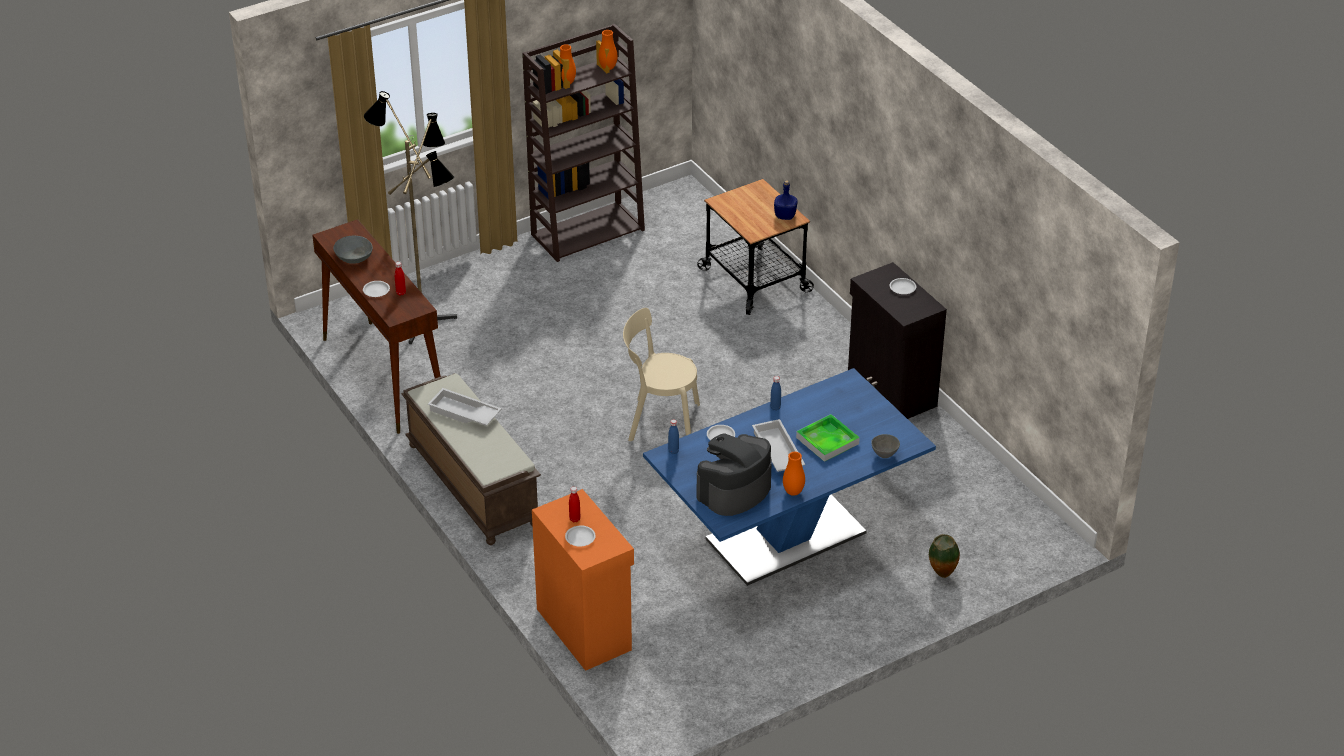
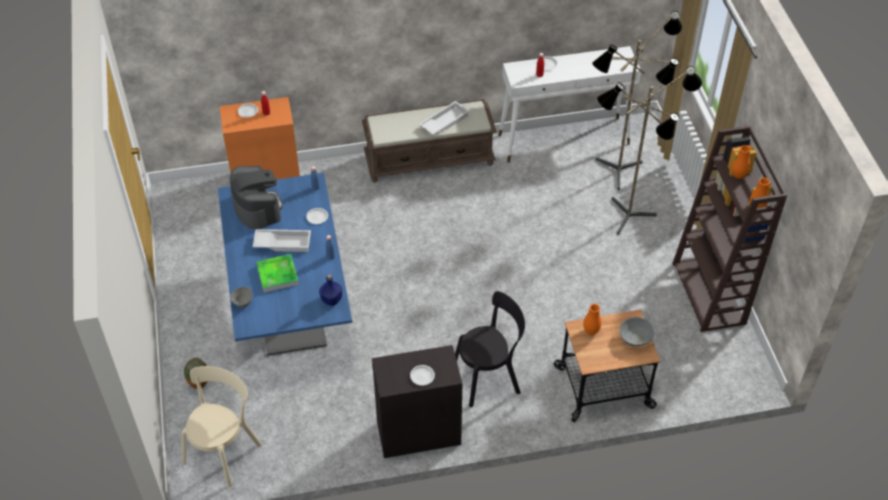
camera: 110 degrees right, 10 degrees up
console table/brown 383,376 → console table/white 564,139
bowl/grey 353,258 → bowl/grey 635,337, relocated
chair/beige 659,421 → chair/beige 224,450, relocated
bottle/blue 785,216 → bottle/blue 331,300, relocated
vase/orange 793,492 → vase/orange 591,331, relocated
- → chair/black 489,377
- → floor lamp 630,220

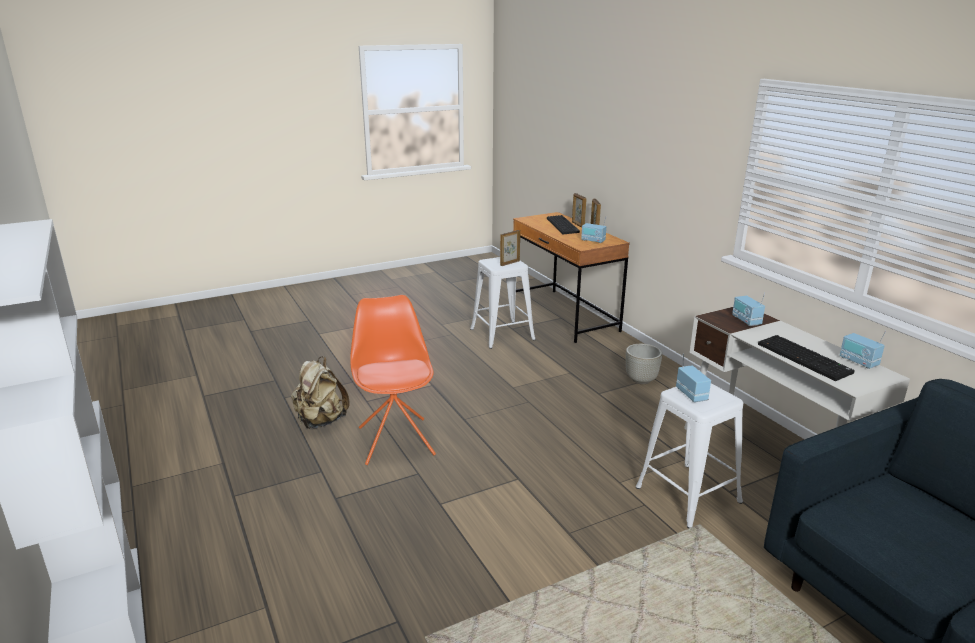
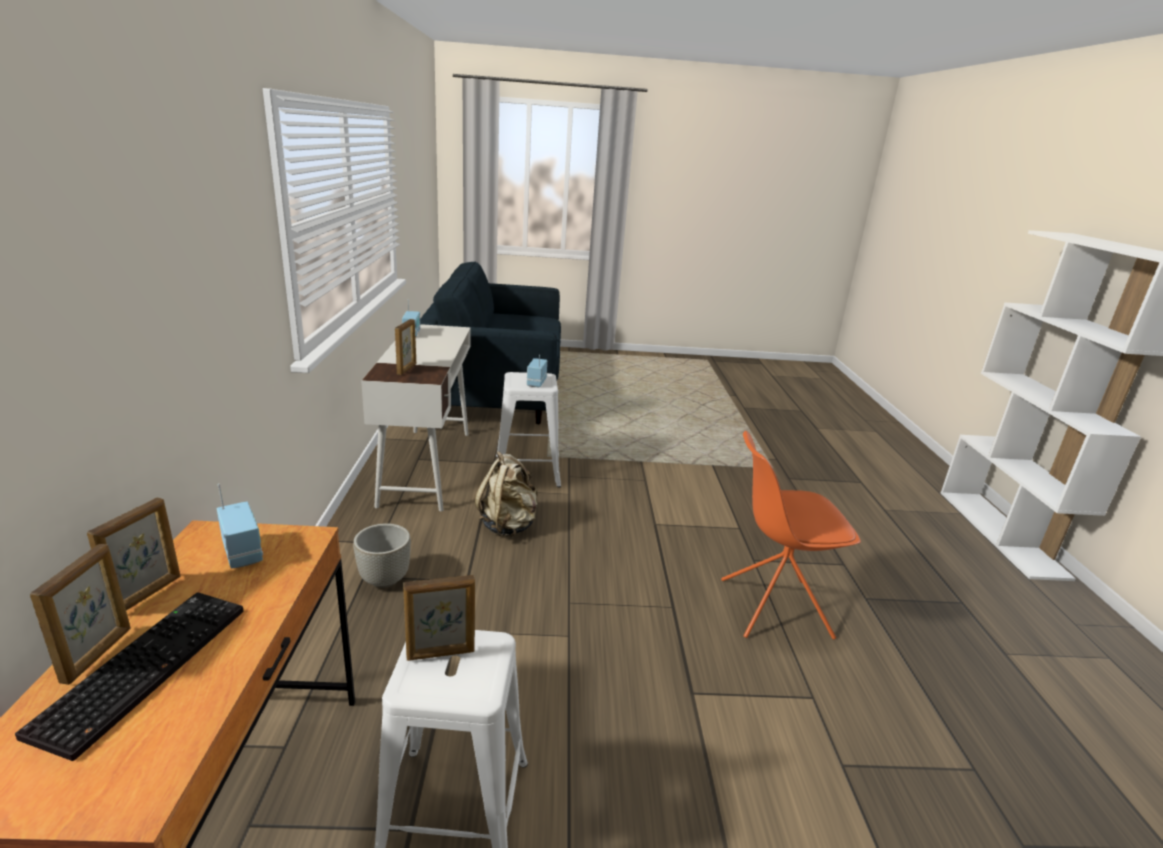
camera: 155 degrees left, 0 degrees up
backpack/beige 320,421 → backpack/beige 508,525, relocated
chair/orange 396,440 → chair/orange 772,608, 75 degrees clockwise
radio 746,320 → picture frame 407,369
keyboard 805,358 → -

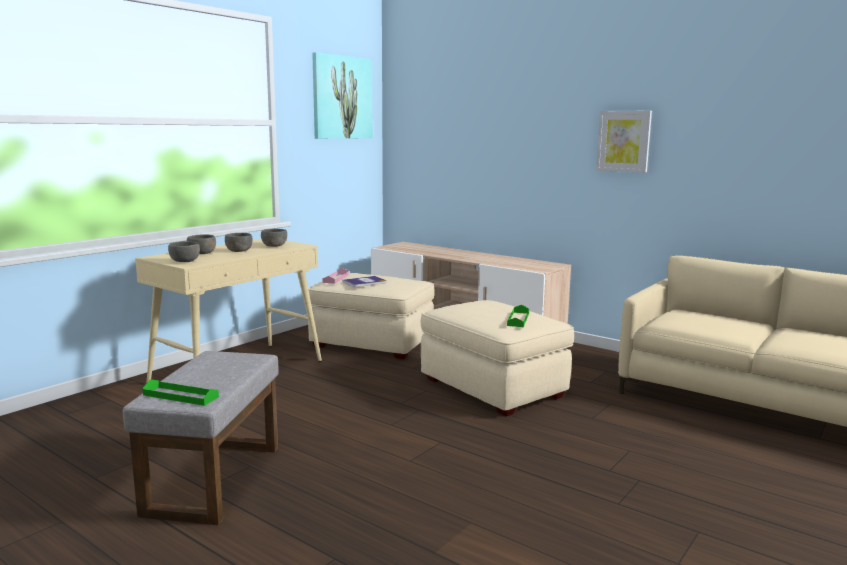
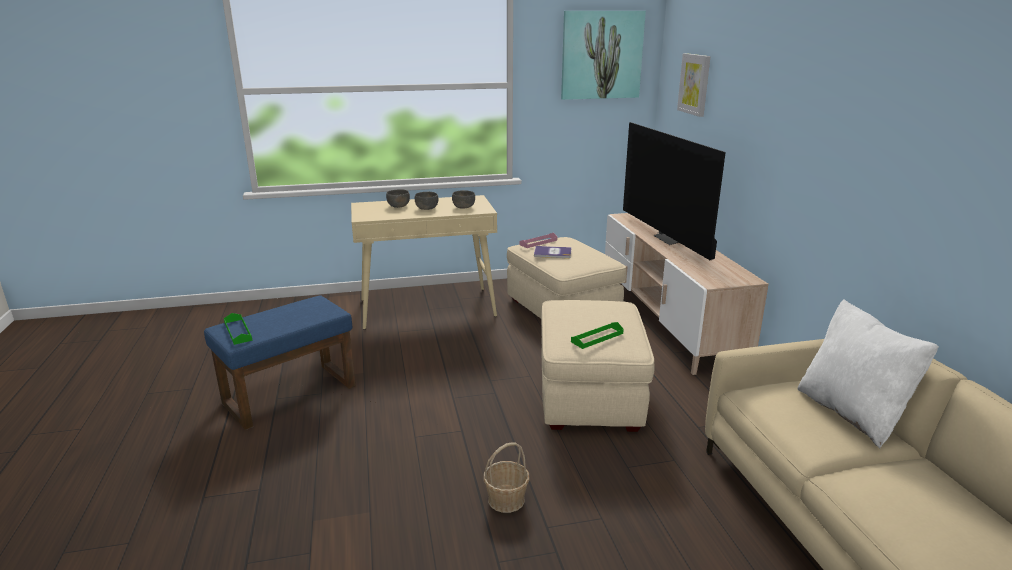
camera: 40 degrees right, 10 degrees up
ottoman/grey 214,478 → ottoman/blue 291,393
bowl/grey 185,261 → -
picture 623,141 → picture 694,84, relocated
- → basket 506,499
- → television 670,239
- → pillow/white 851,413

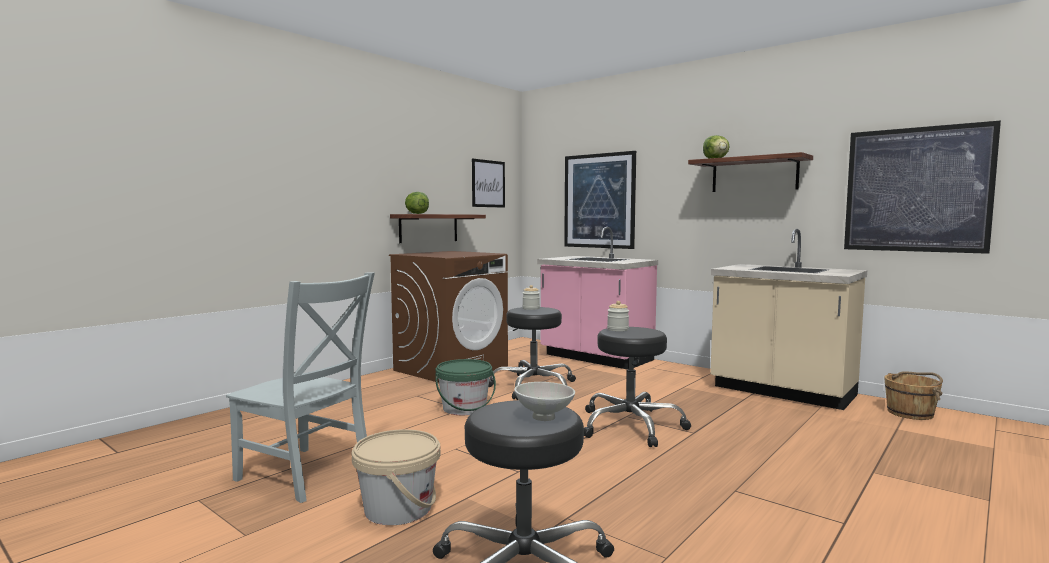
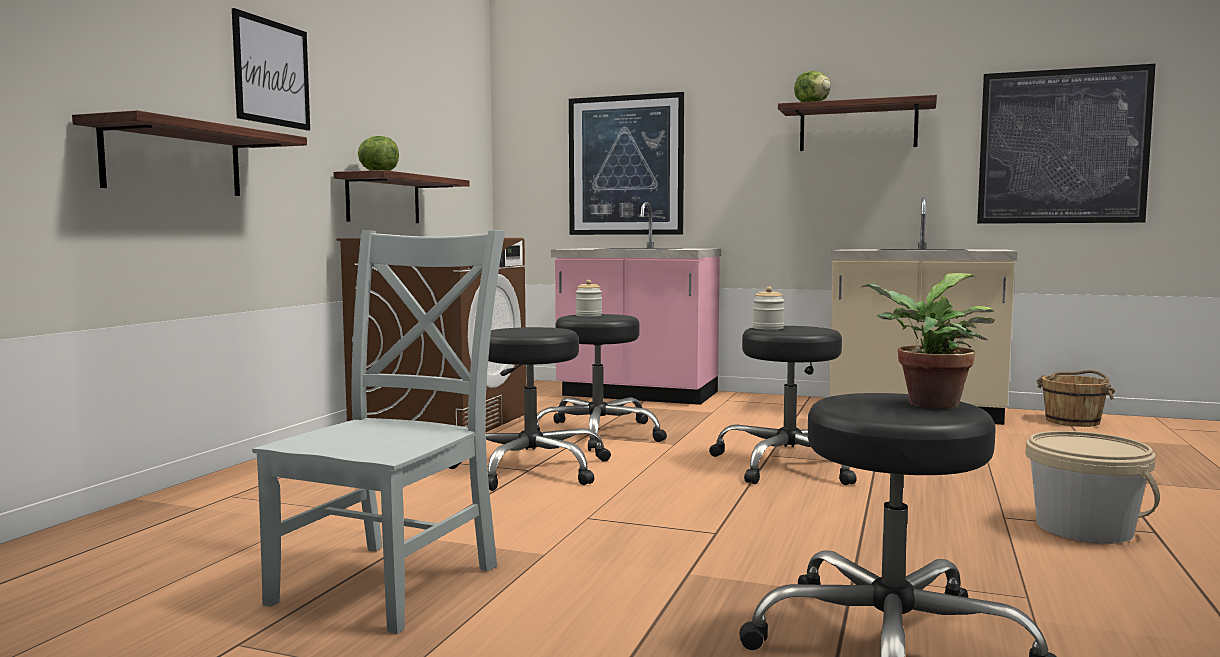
camera: 20 degrees left, 0 degrees up
chair/grey 307,474 → chair/grey 393,581, 75 degrees counterclockwise
bucket/beige 398,509 → bucket/beige 1084,529, relocated
bucket/green 464,408 → stool/black 532,469
picture 488,183 → picture 272,73, relocated
bowl/white 544,417 → potted plant 927,404
- → shelf 173,160

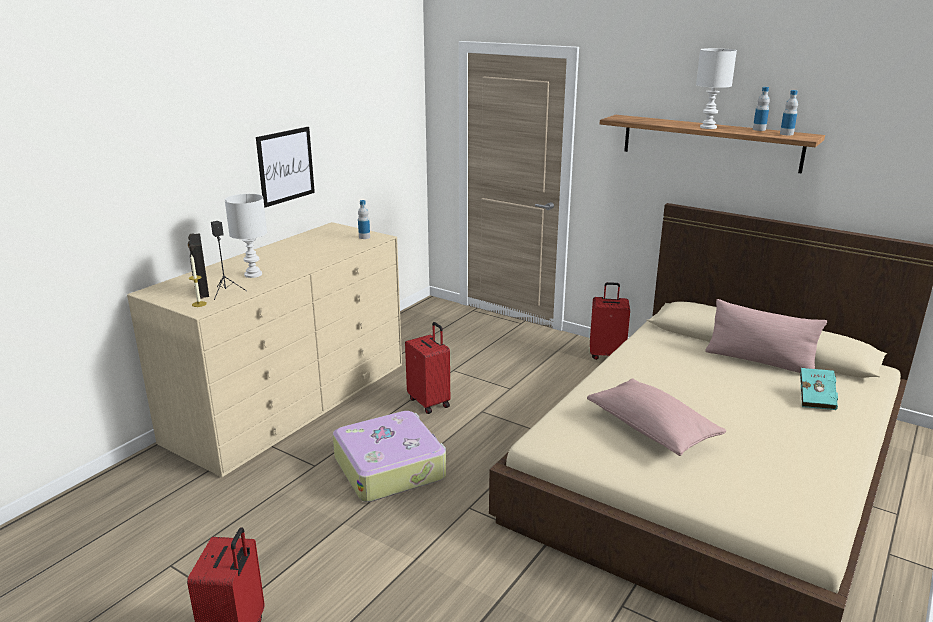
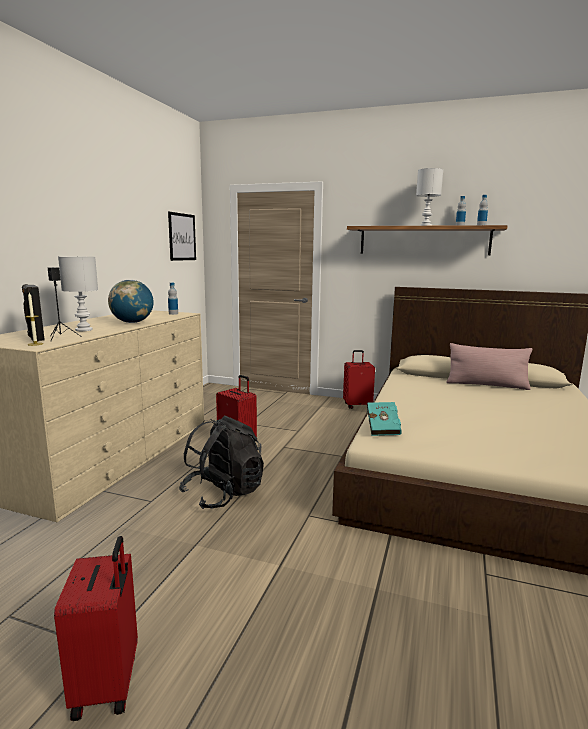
camera: 15 degrees left, 10 degrees down
picture 285,166 → picture 182,237, relocated
suitcase 390,467 → backpack/black 223,494
pillow/pink 652,430 → -
book/turquoise 816,399 → book/turquoise 383,428, relocated
- → globe 132,322

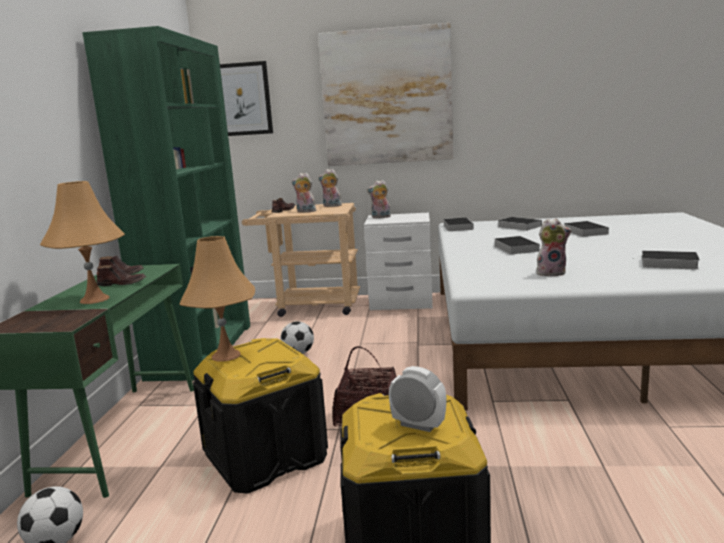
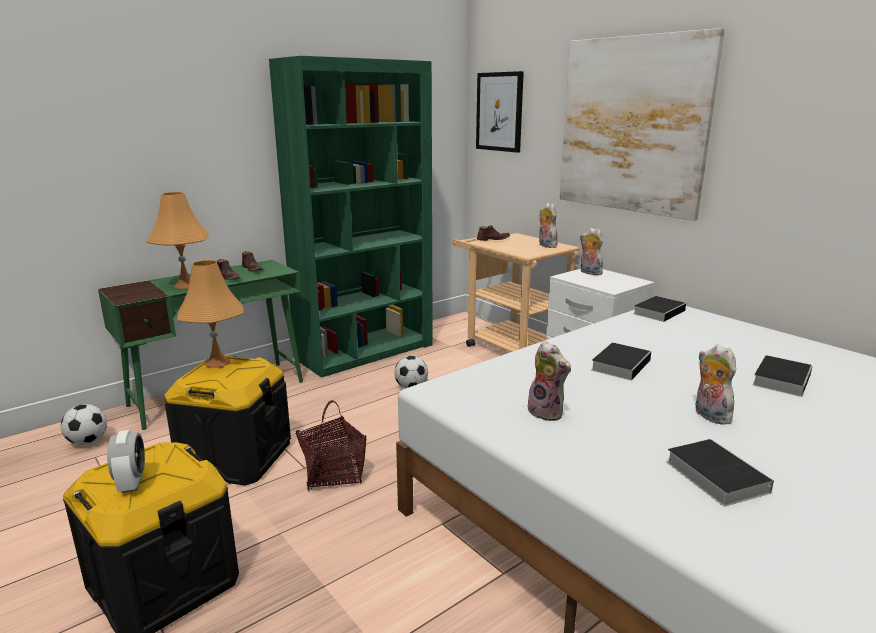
camera: 45 degrees right, 5 degrees up
plush toy 305,211 → plush toy 709,416, relocated
book 518,226 → -

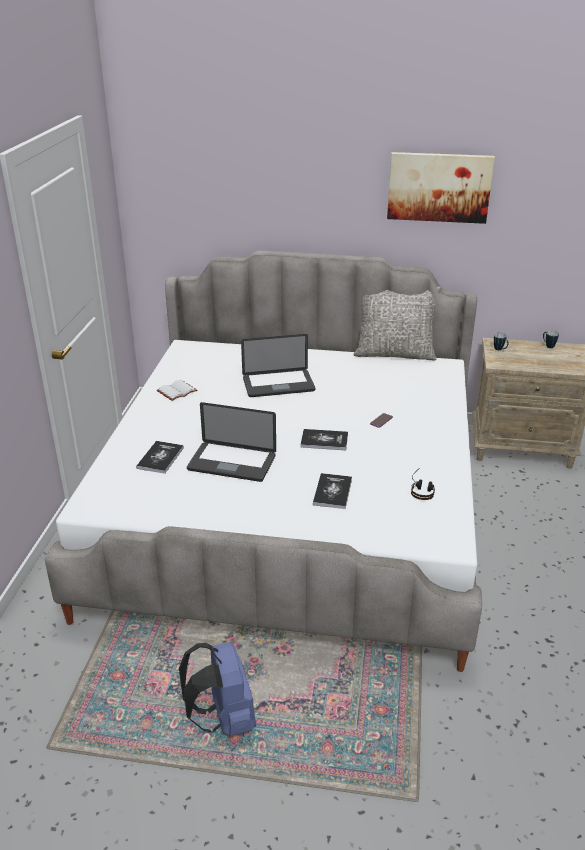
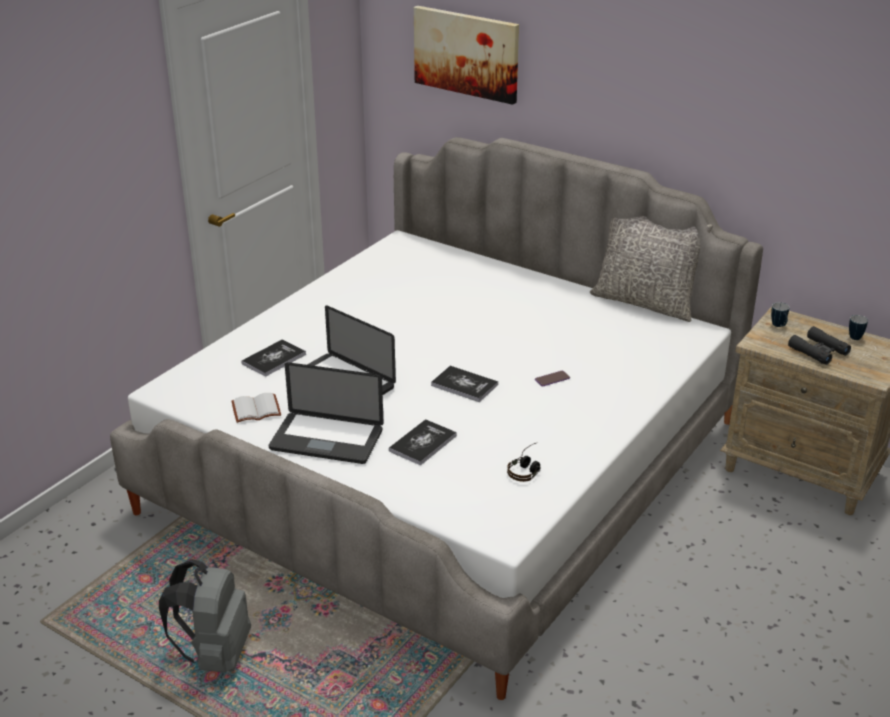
camera: 25 degrees right, 0 degrees up
book/white 177,391 → book/white 256,408, relocated
backpack/blue 223,718 → backpack/grey 215,654
laptop 278,385 → laptop 326,440, relocated
picture 439,187 → picture 466,53, relocated
- → binoculars/black 818,351

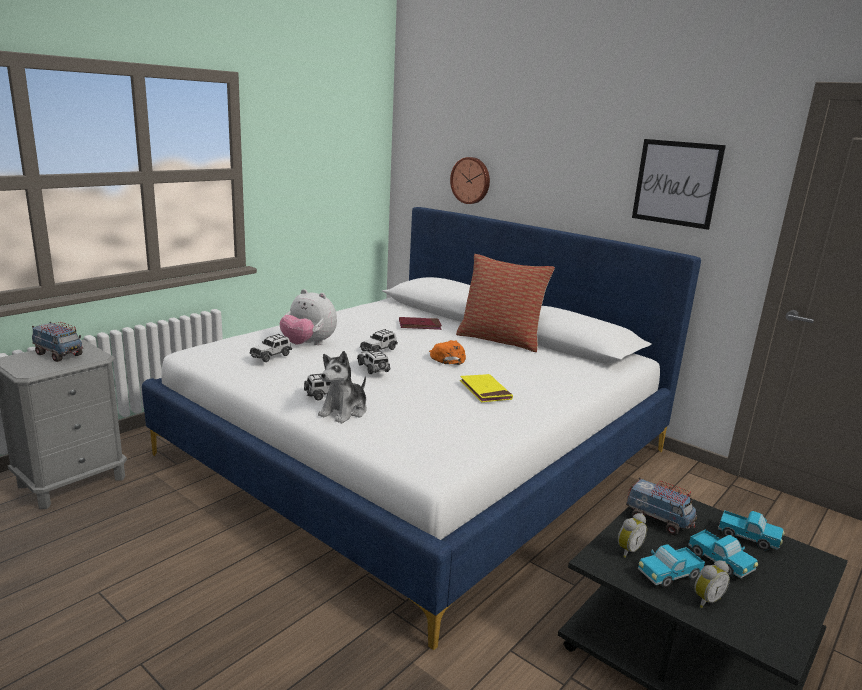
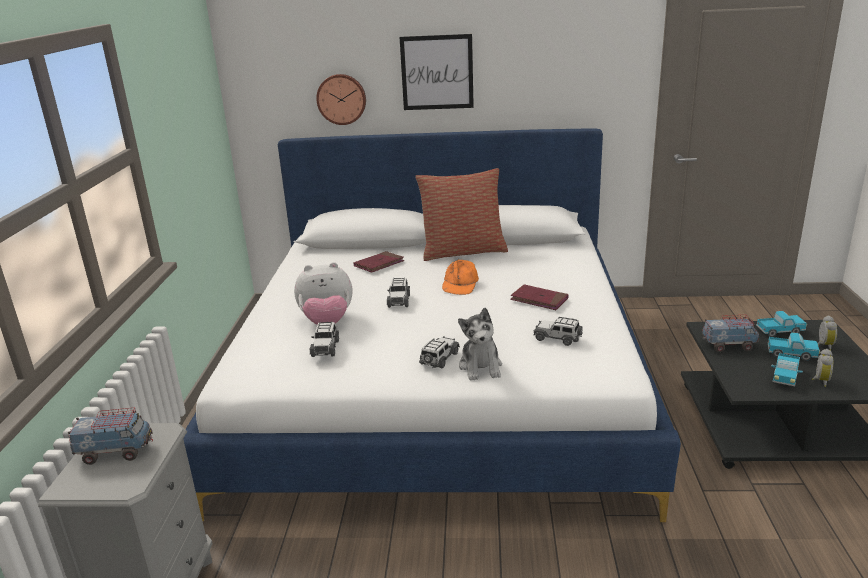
camera: 35 degrees left, 5 degrees up
toy car 373,368 → toy car 557,338, relocated
cap/orange 446,357 → cap/orange 460,284, 120 degrees counterclockwise
book/yellow 485,391 → book/red 539,300
alarm clock 627,550 → alarm clock 823,345, relocated
picture 676,183 → picture 437,72, relocated

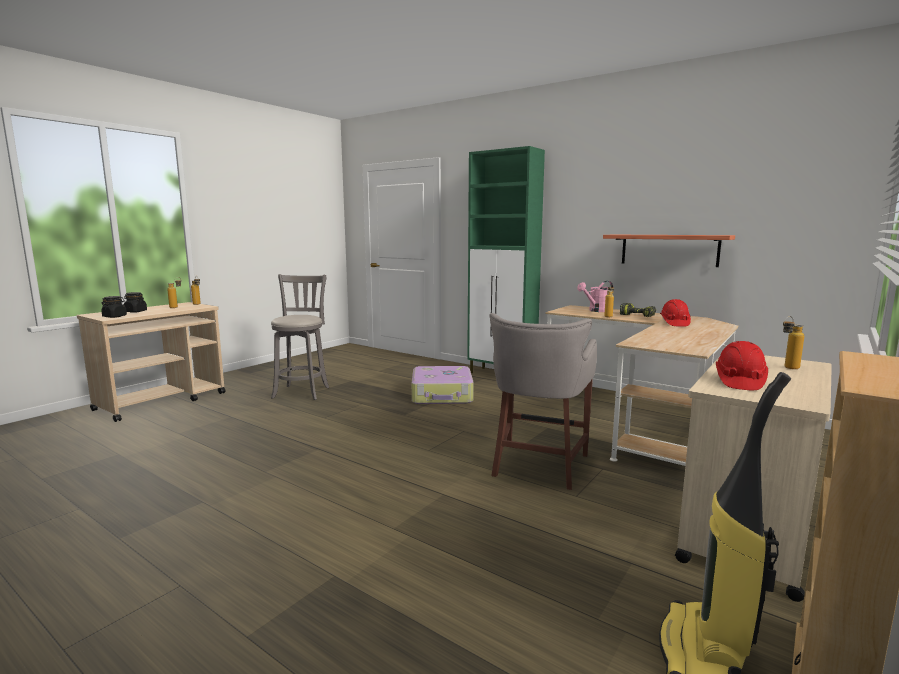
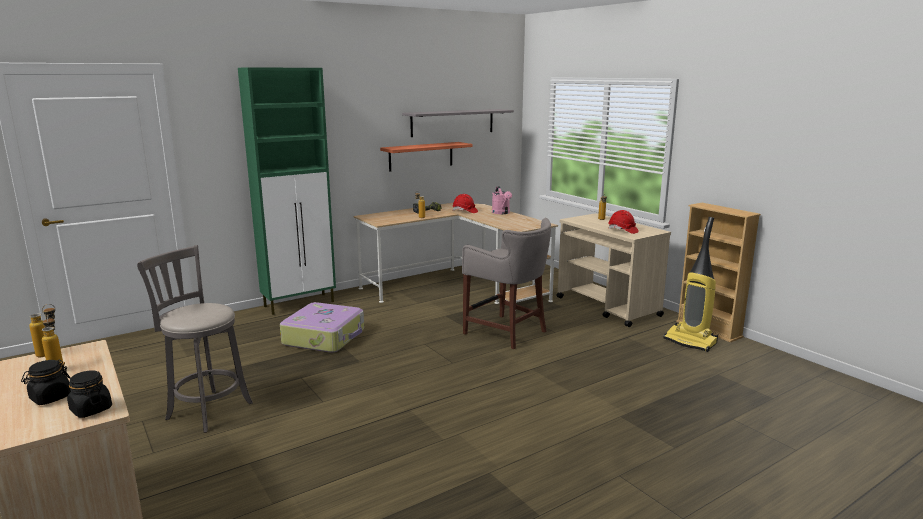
camera: 70 degrees left, 5 degrees up
watering can/pink 597,311 → watering can/pink 502,213, relocated
- → shelf/grey 452,122

